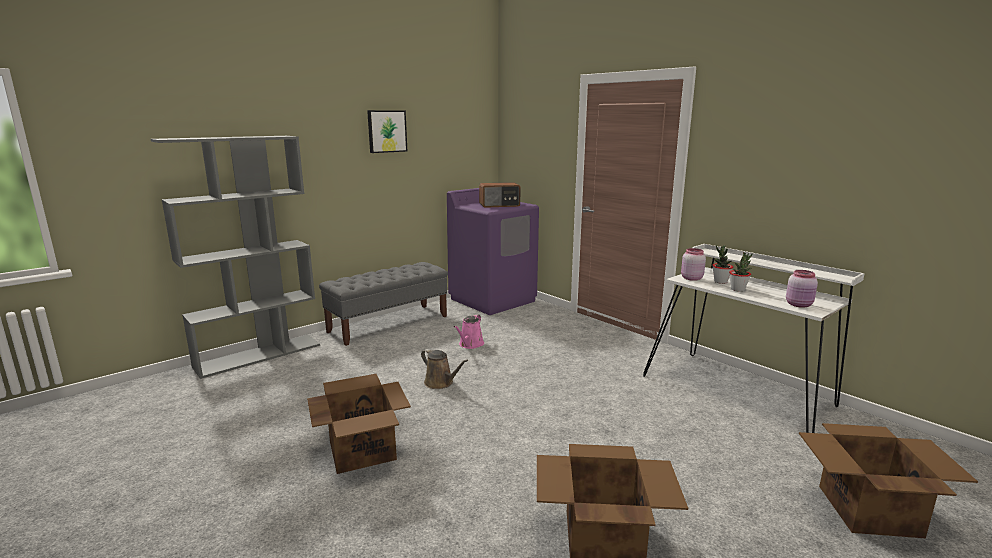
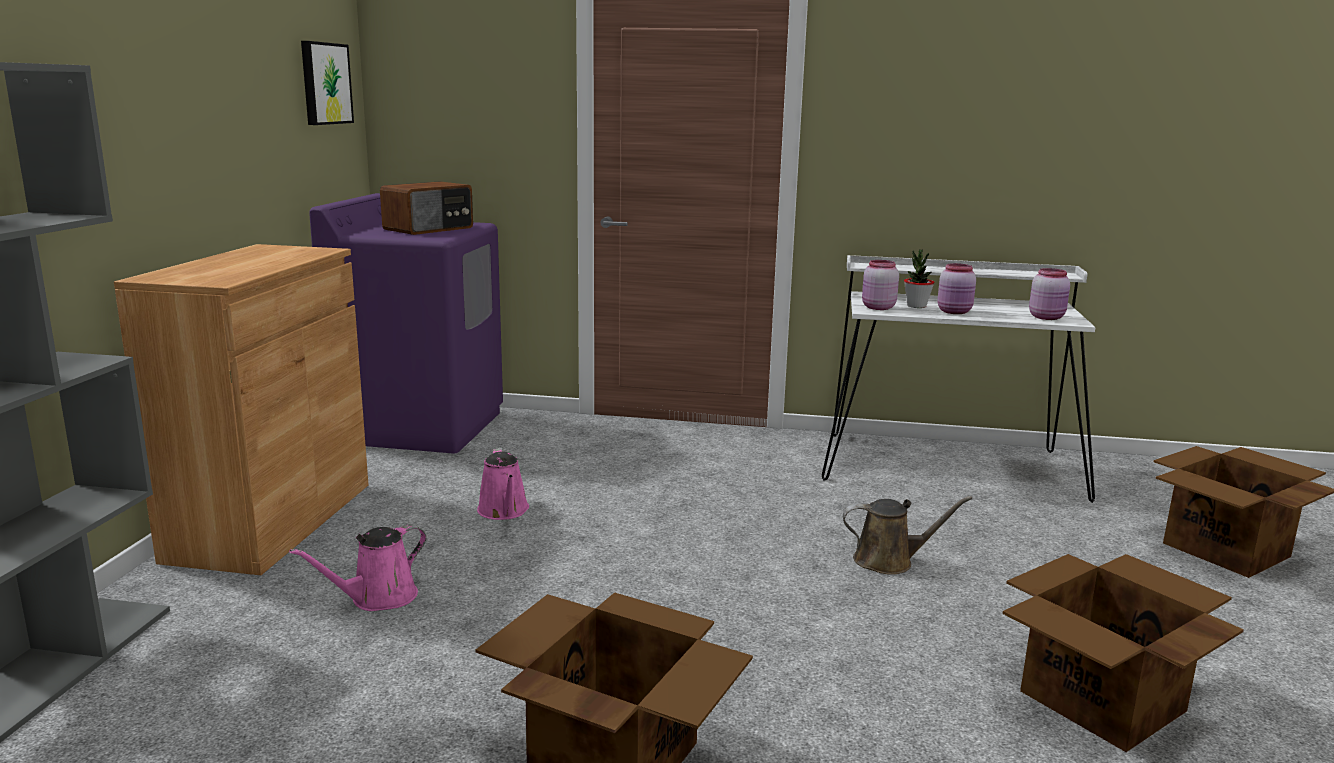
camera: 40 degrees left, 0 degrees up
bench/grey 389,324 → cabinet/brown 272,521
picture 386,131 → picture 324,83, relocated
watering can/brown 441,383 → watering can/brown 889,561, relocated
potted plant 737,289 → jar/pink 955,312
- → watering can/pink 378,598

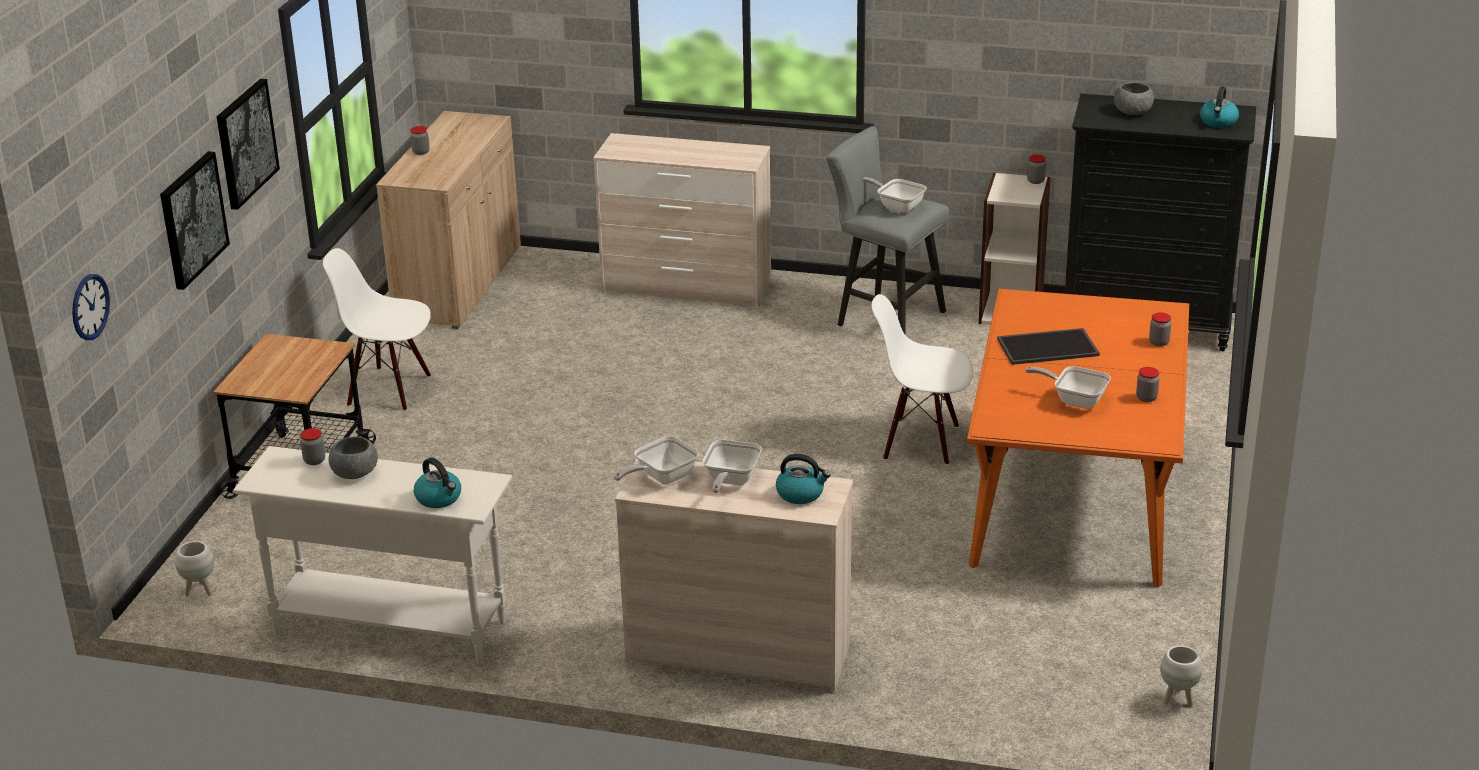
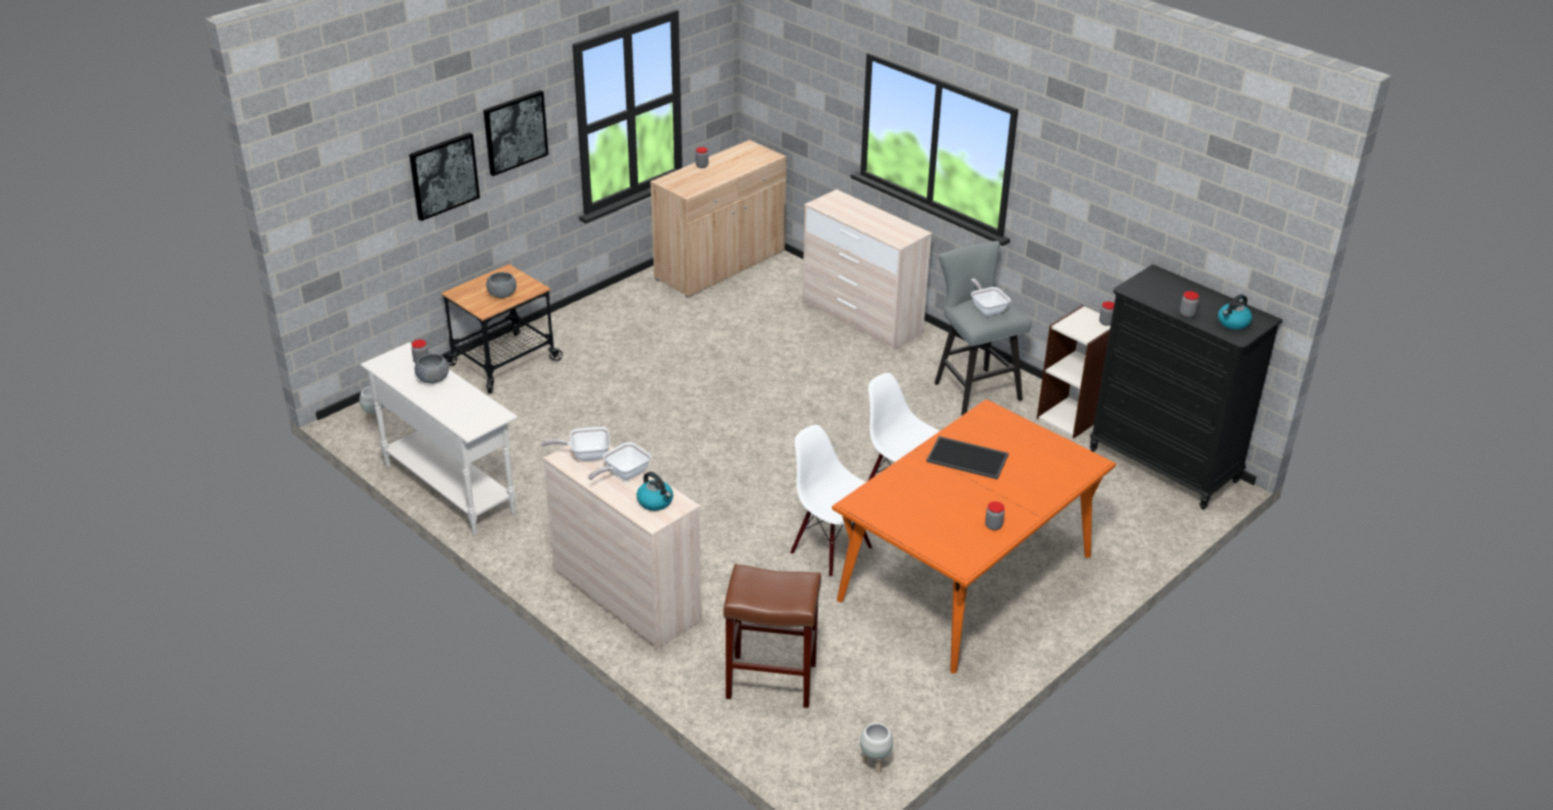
camera: 30 degrees right, 5 degrees up
wall clock 90,307 → -
chair/white 389,390 → chair/white 831,550, relocated
kettle 439,498 → -
frying pan 1075,400 → -
bowl/grey 1132,112 → bowl/grey 502,295, relocated
jar 1159,342 → jar 1187,314, relocated
- → stool/brown 770,681

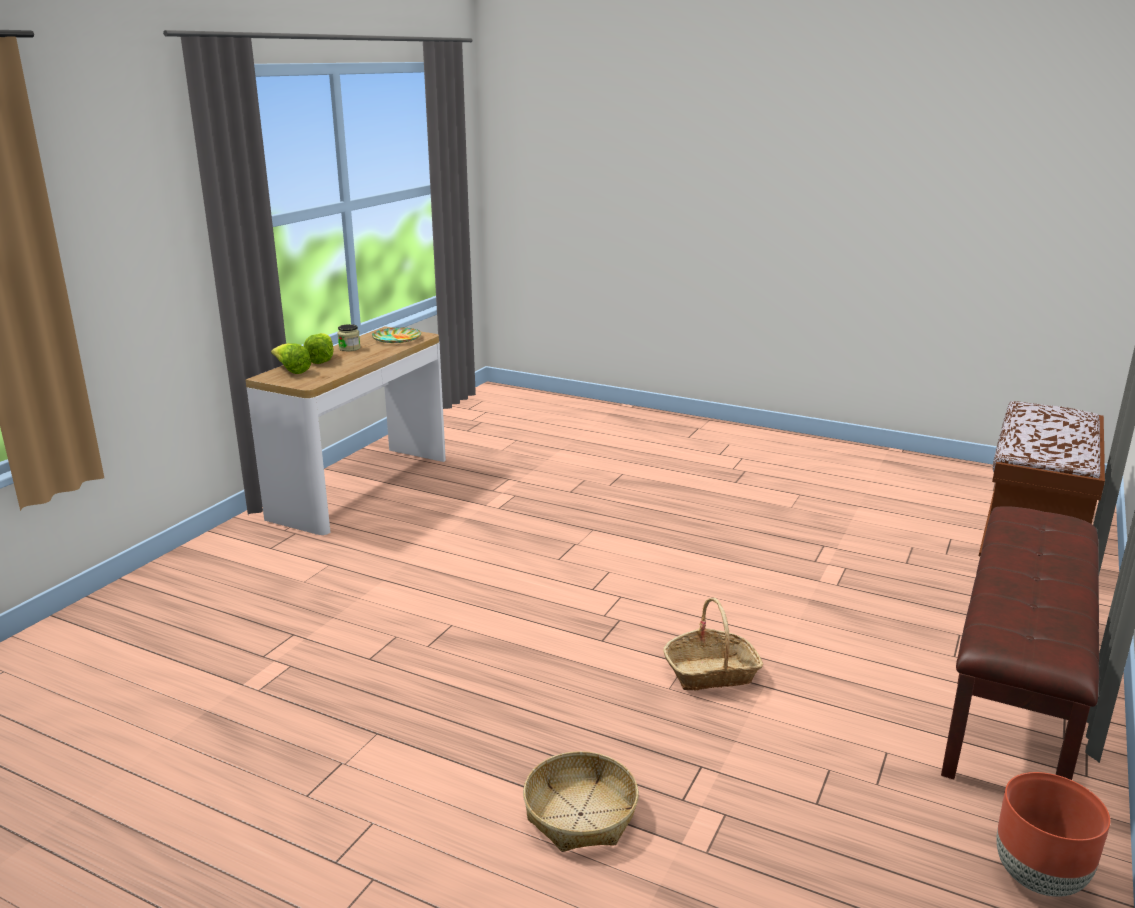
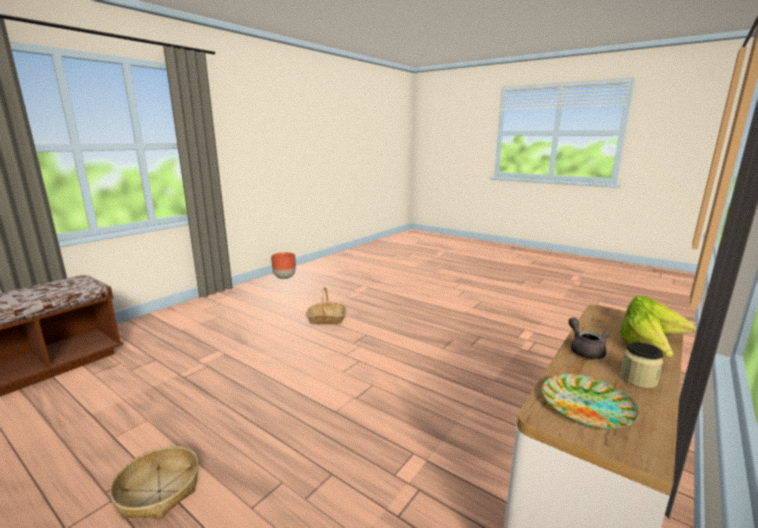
camera: 170 degrees left, 5 degrees down
basket 581,814 → basket 159,491, relocated
bench/brown 1016,691 → -
- → teapot/grey 584,350

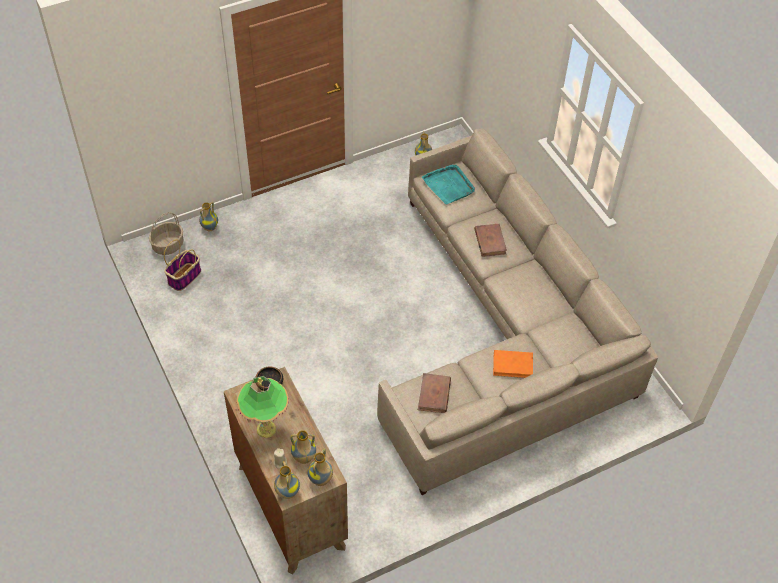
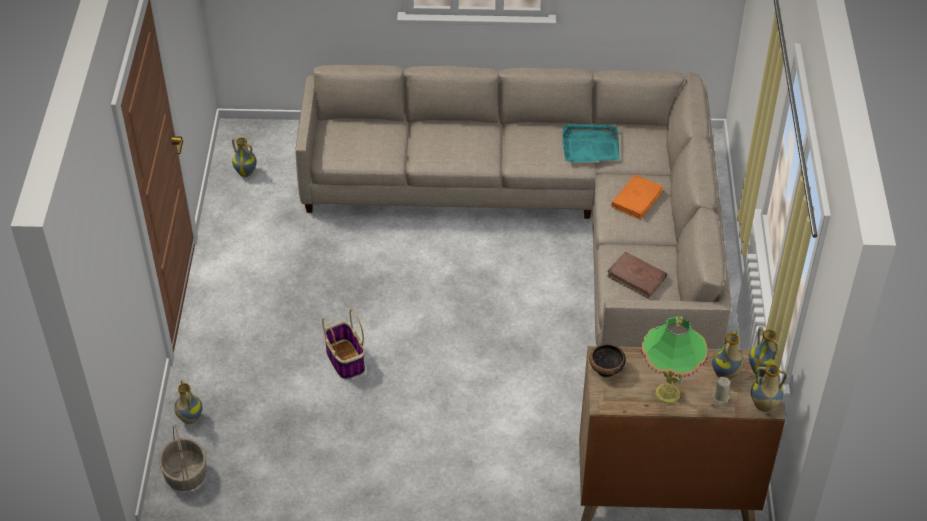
camera: 60 degrees left, 5 degrees down
basket 184,276 → basket 344,359, relocated
tray/turquoise 449,185 → tray/turquoise 590,145, relocated
book/brown 490,241 → -

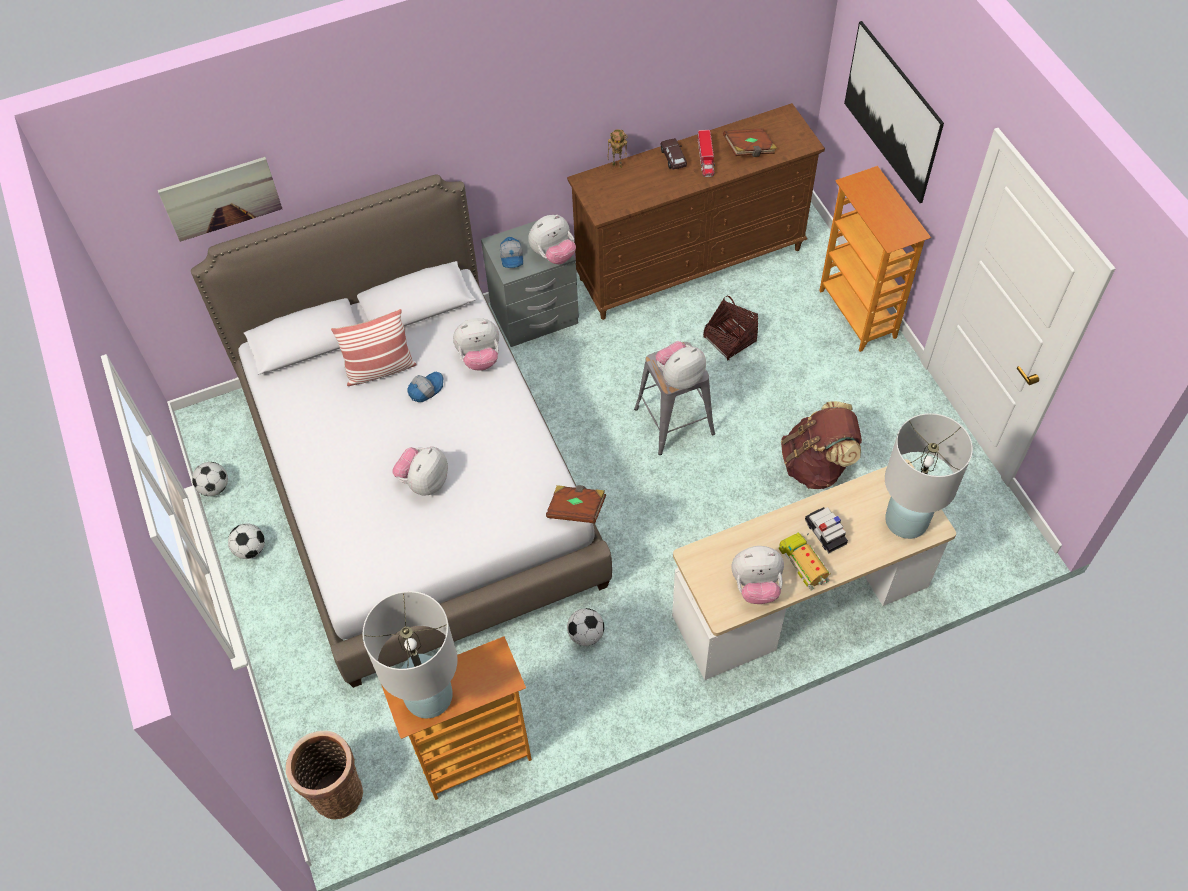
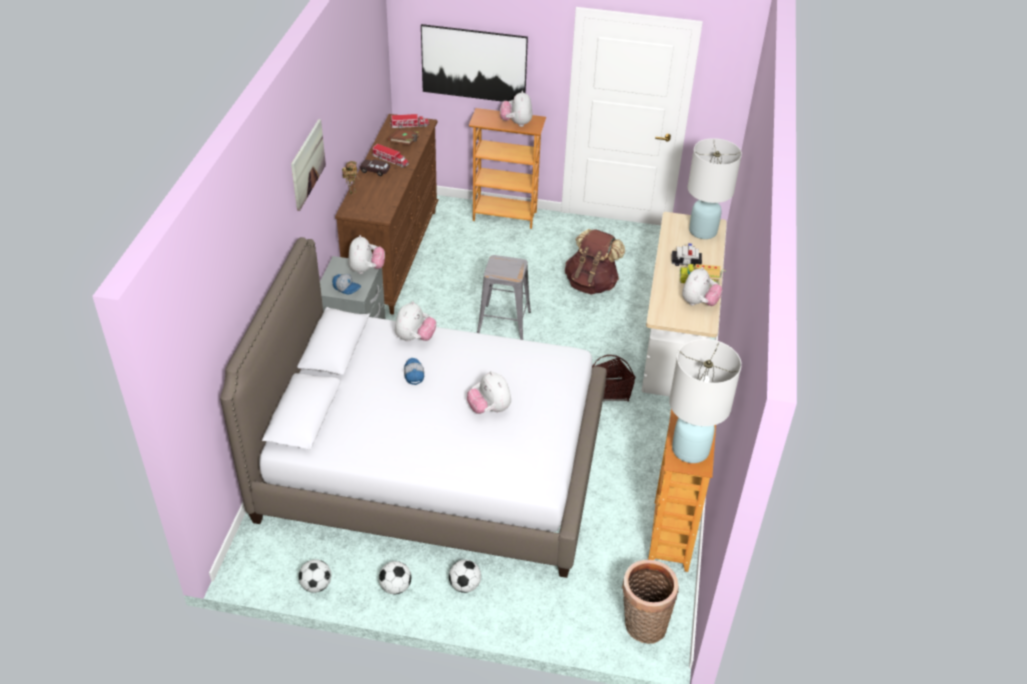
camera: 60 degrees left, 15 degrees down
picture 221,198 → picture 307,164, relocated
pillow 380,369 → -
book/brown 576,509 → -
football 586,634 → football 464,585, relocated
plush toy 679,377 → plush toy 516,123, relocated
basket 729,340 → basket 610,391, relocated
- → toy truck 409,125

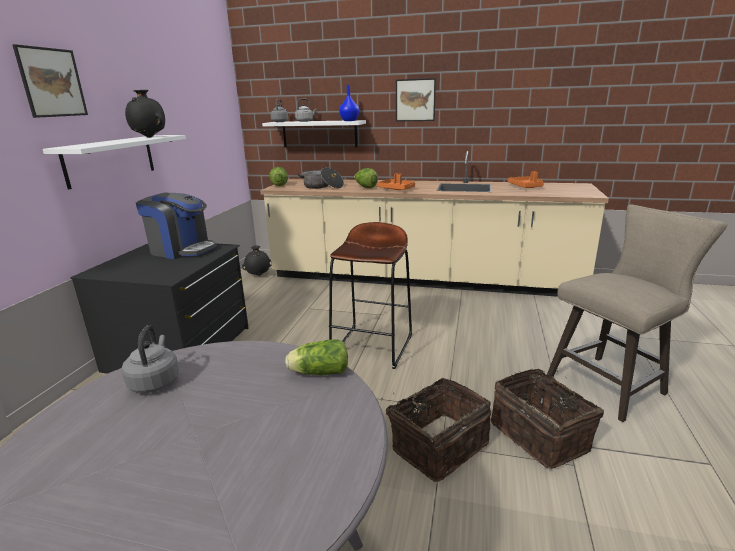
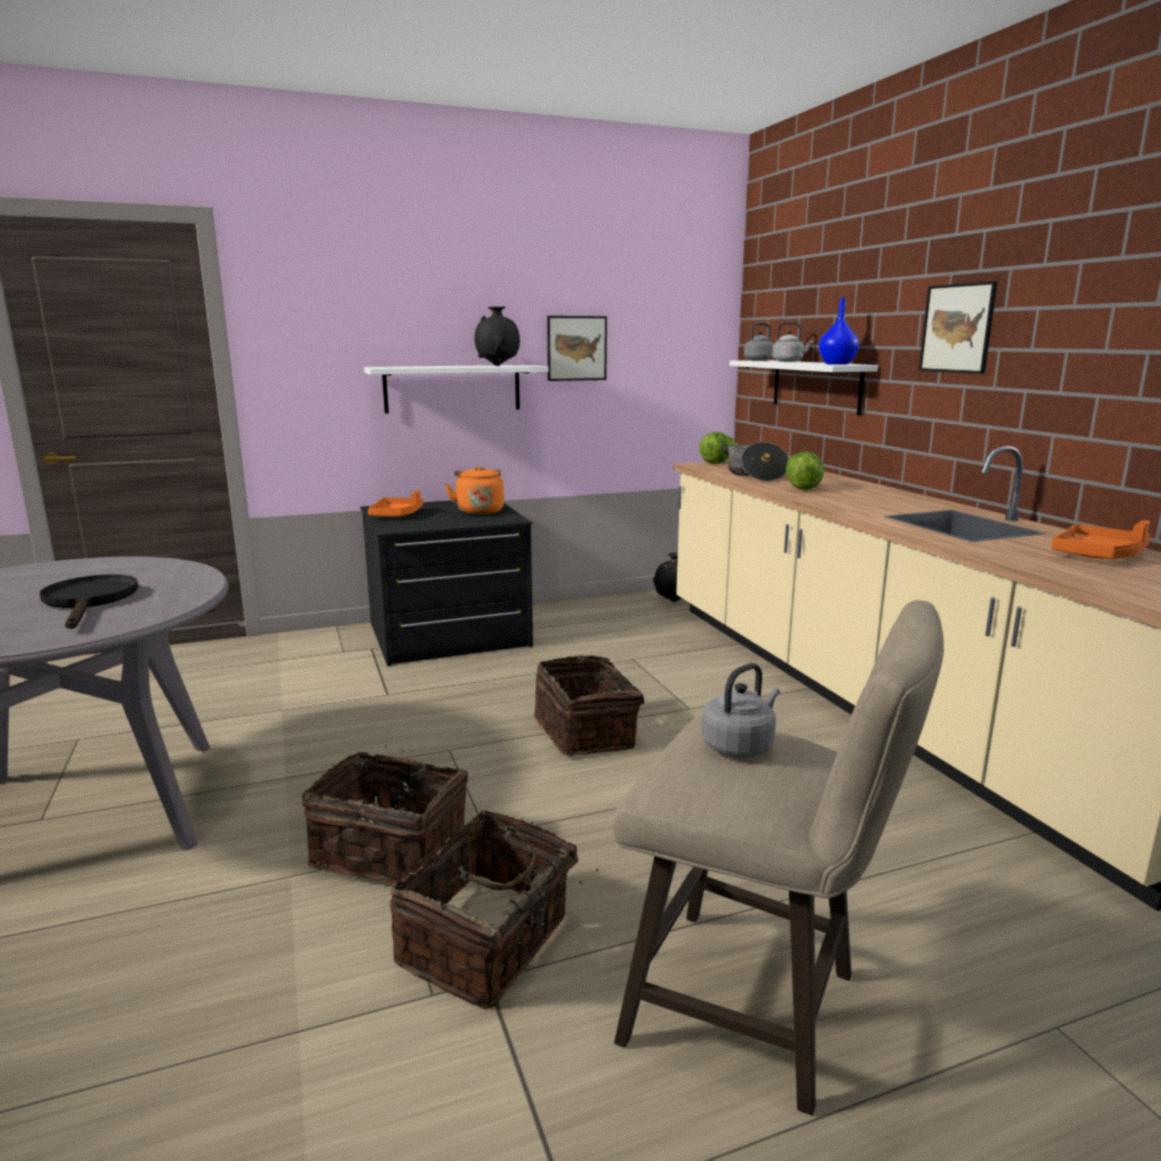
camera: 55 degrees right, 5 degrees down
picture 52,82 → picture 576,348, relocated
kettle/grey 155,381 → kettle/grey 740,746, relocated
coffee machine 182,250 → kettle/orange 479,511
lettuce 317,372 → -
stool/brown 372,346 → basket 587,732
tray/orange 396,189 → tray/orange 397,515, relocated
- → frying pan/black 90,601

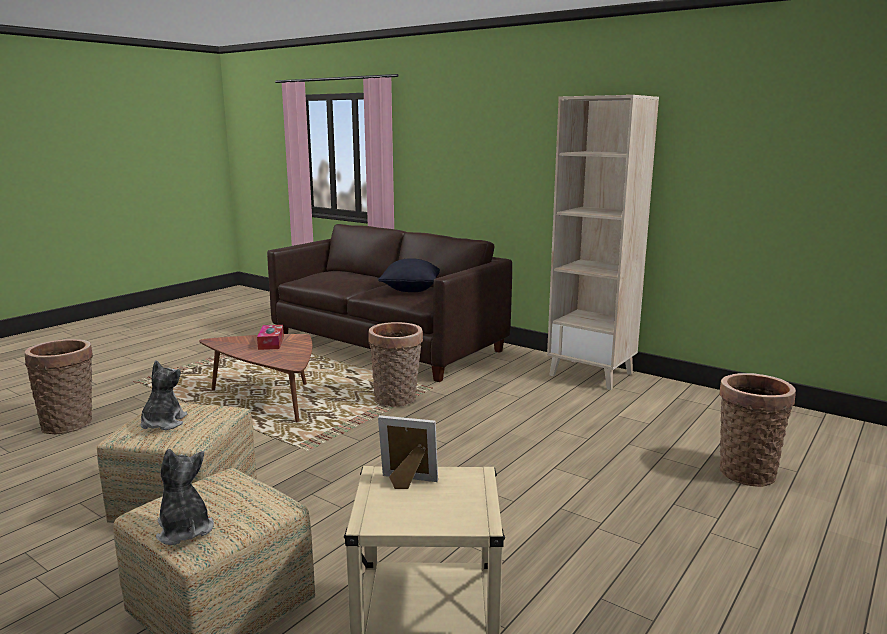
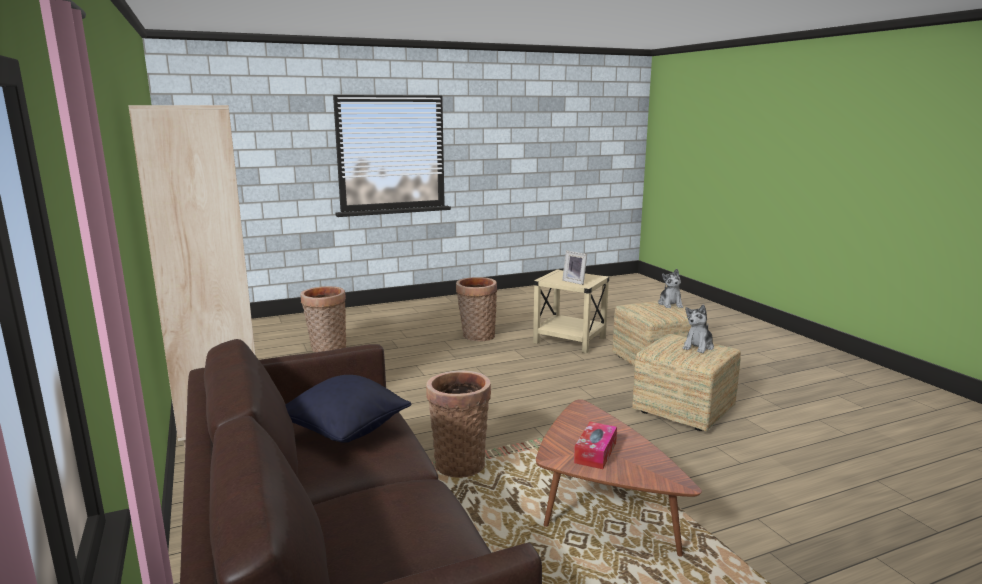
camera: 150 degrees left, 0 degrees up
basket 70,423 → basket 476,336, relocated

